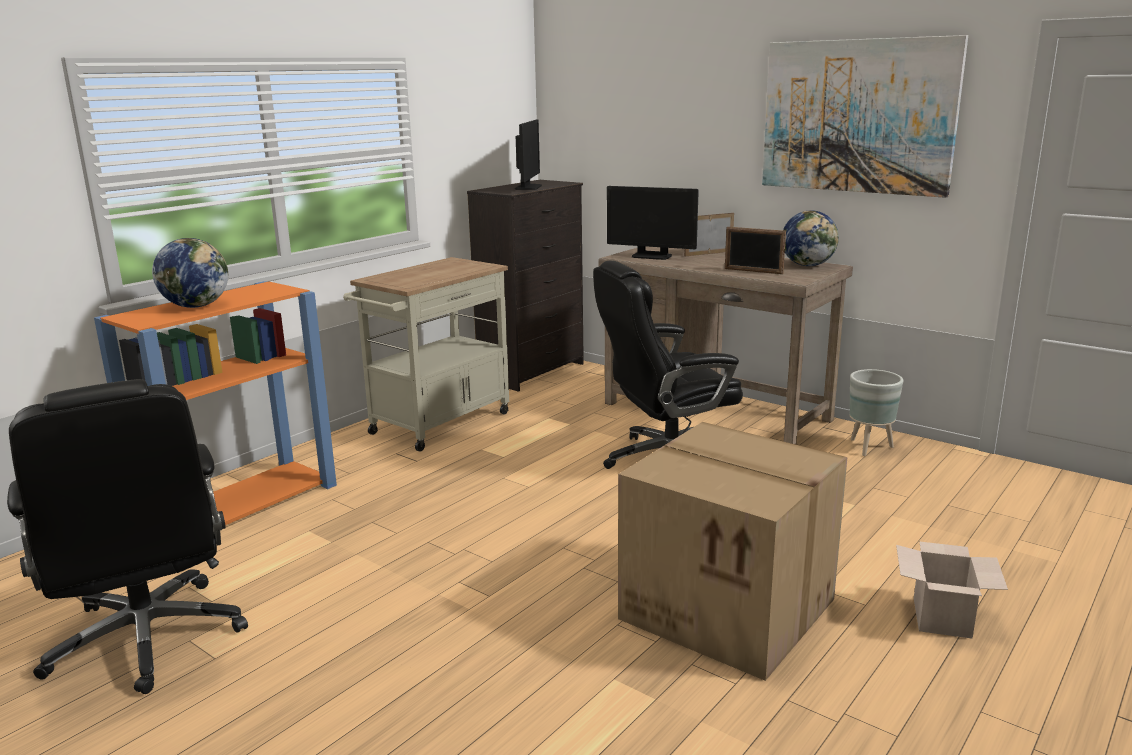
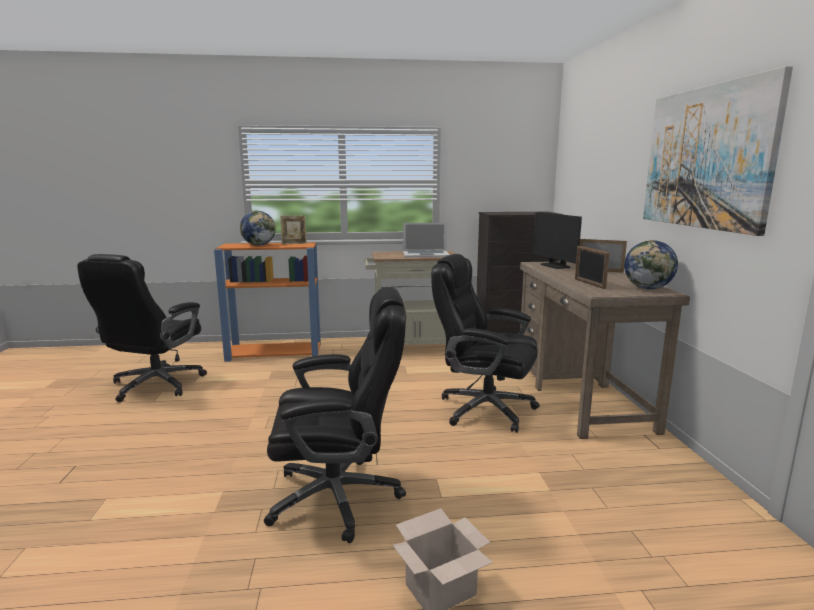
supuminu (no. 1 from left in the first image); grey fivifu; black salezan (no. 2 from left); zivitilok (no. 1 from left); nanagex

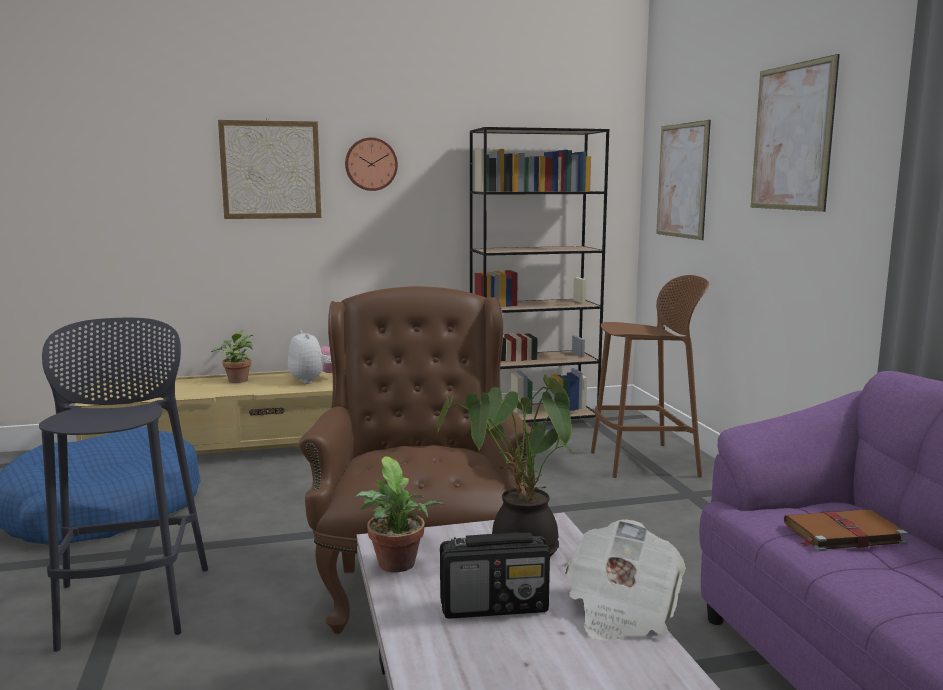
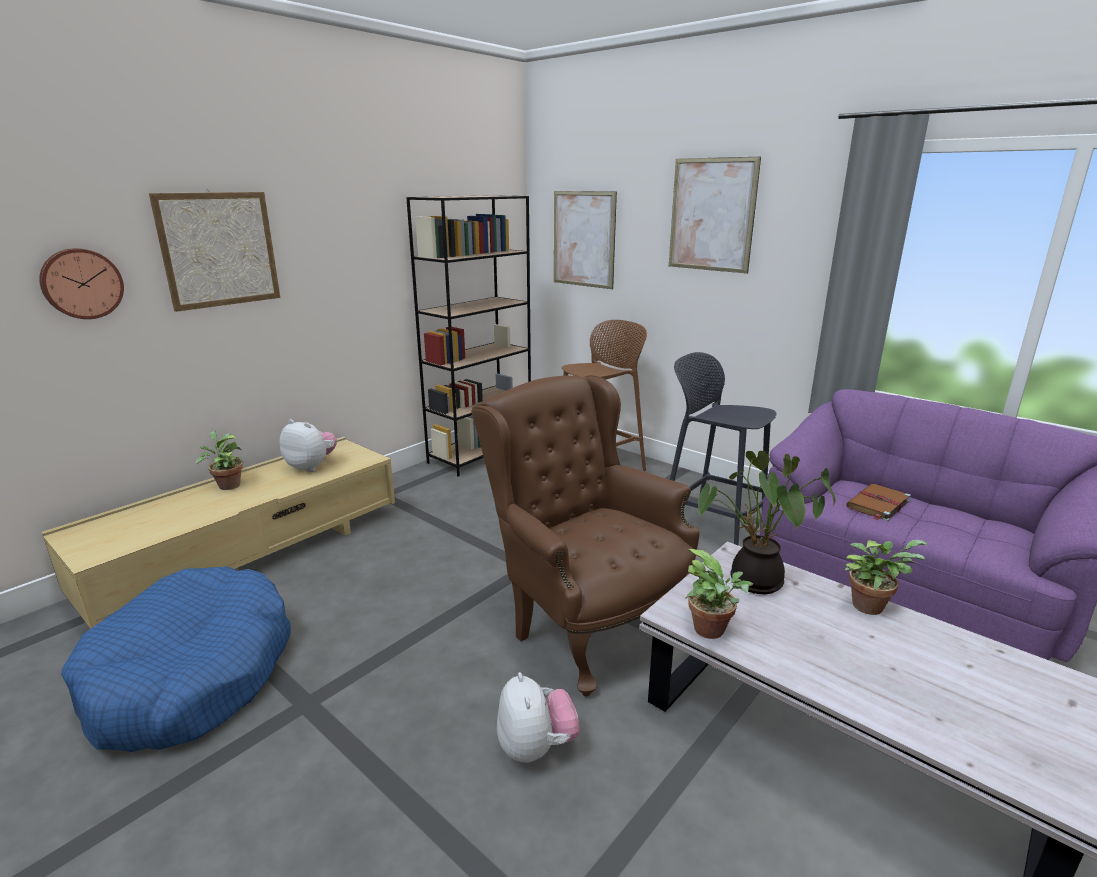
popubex; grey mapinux; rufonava (no. 4 from left); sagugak; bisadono (no. 2 from left)

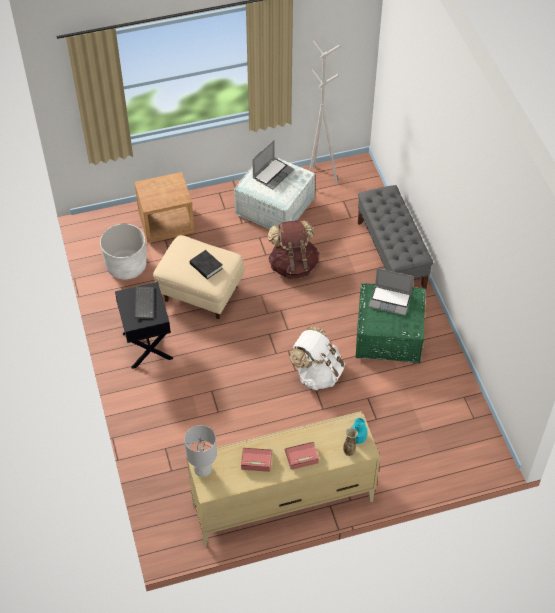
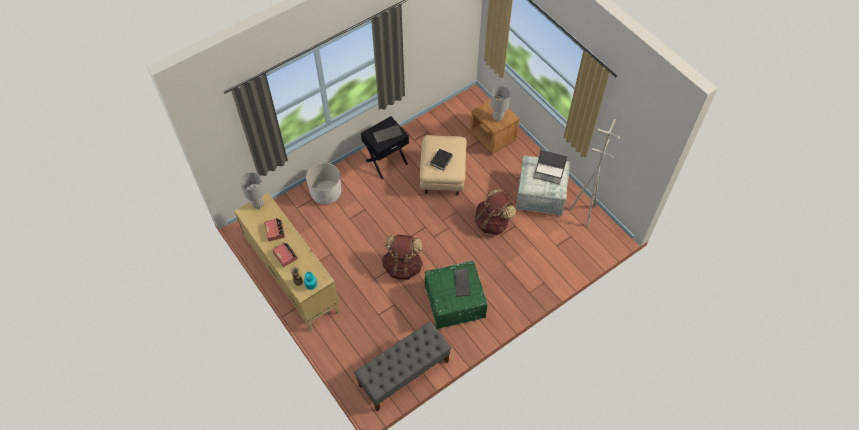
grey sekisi; white fivifu; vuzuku (no. 2 from left); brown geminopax (no. 1 from left); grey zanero (no. 2 from left)

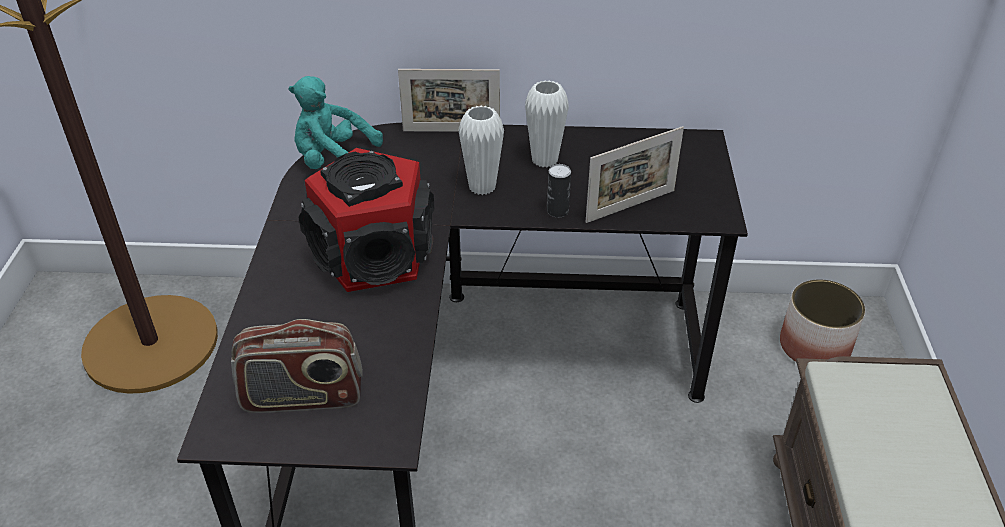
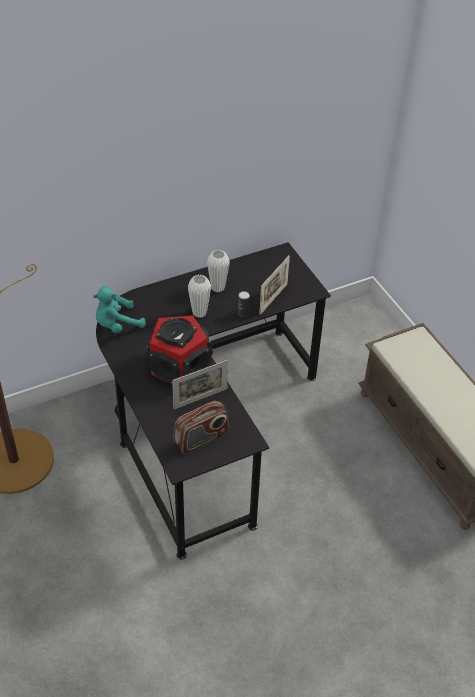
zivitilok (no. 1 from left); fivifu

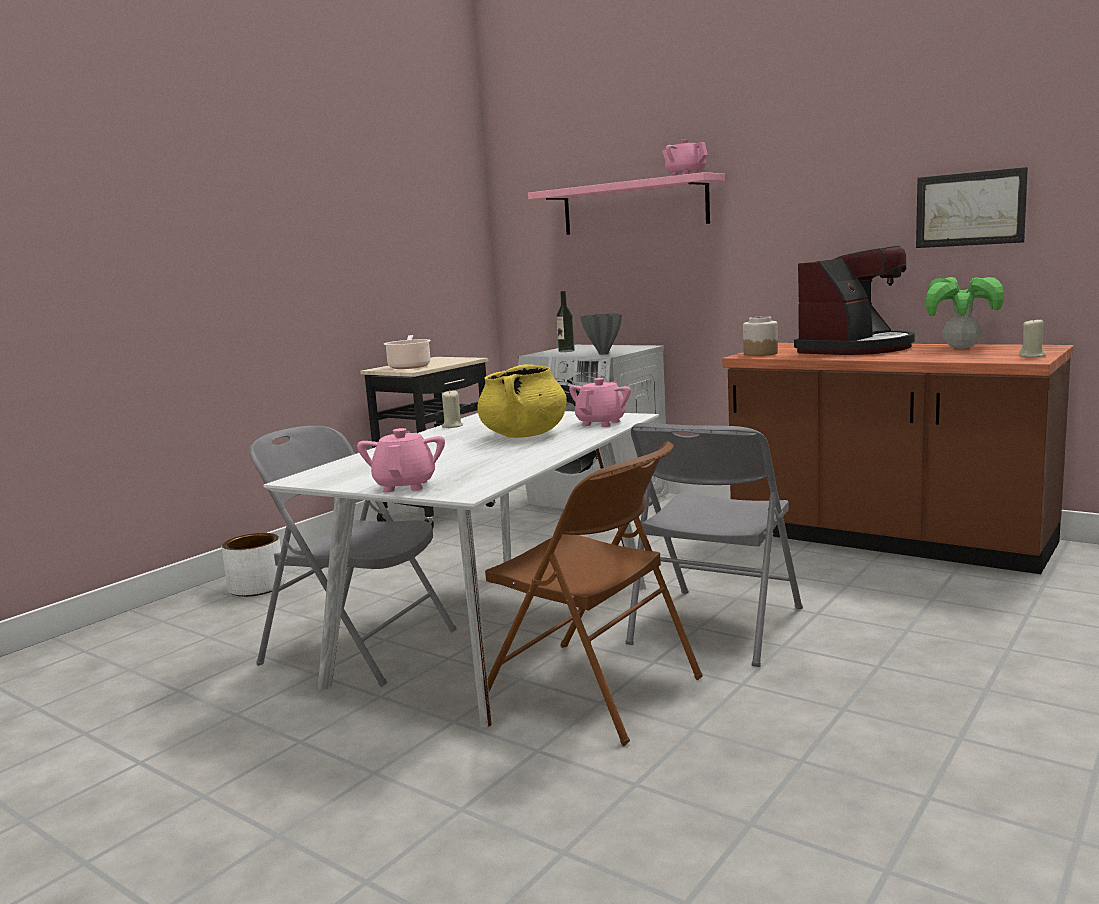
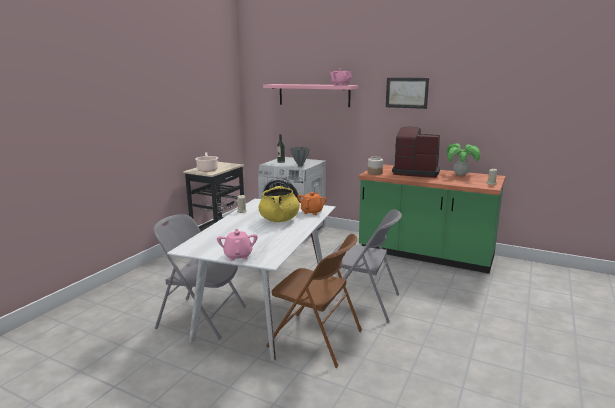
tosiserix; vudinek; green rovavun; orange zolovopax; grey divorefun (no. 2 from left); white fivifu

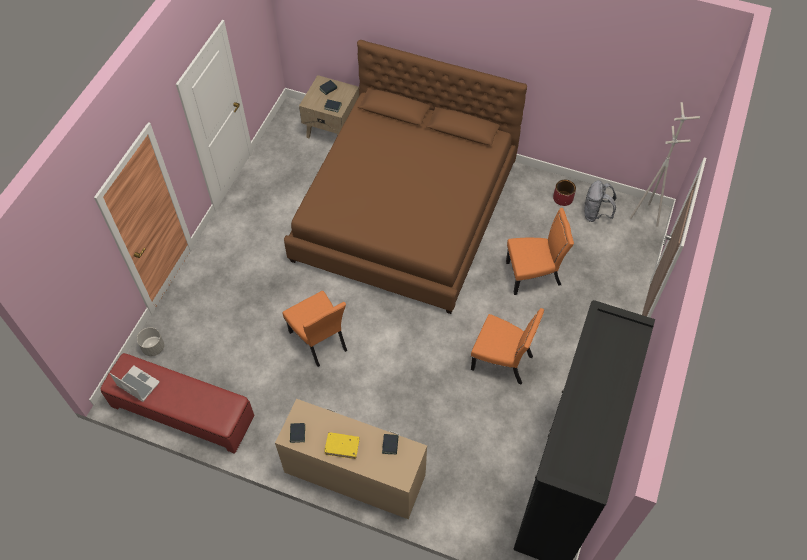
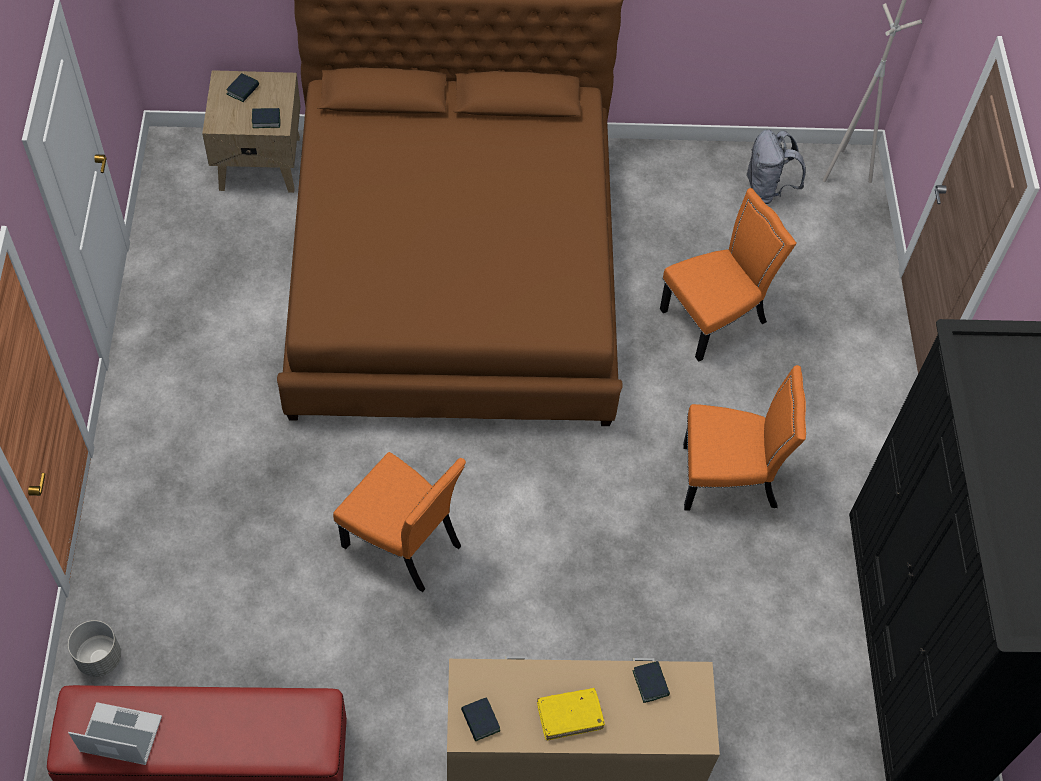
red fivifu

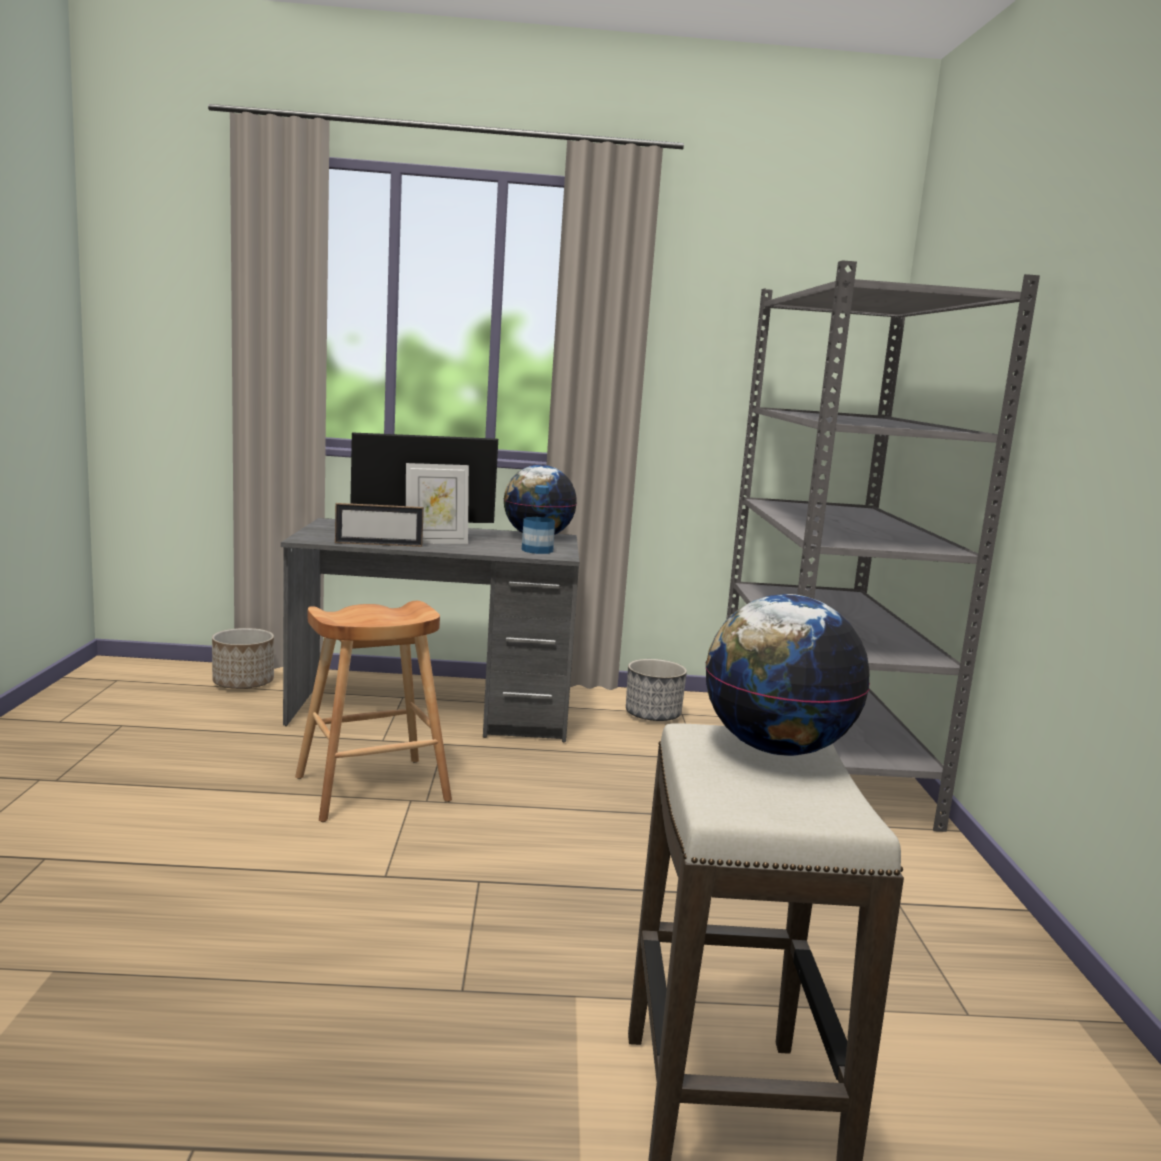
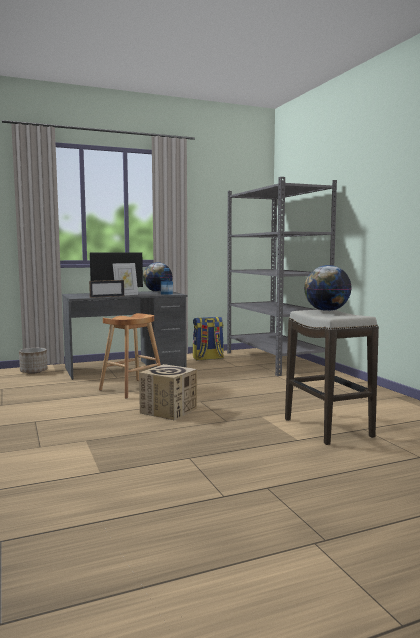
geminopax; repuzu

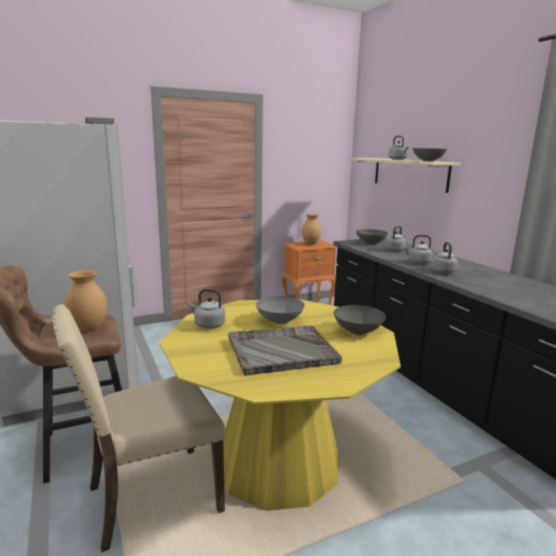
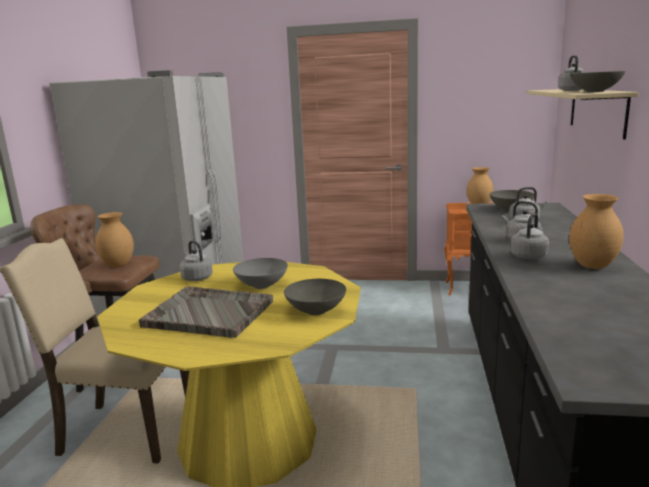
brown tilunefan (no. 3 from left)

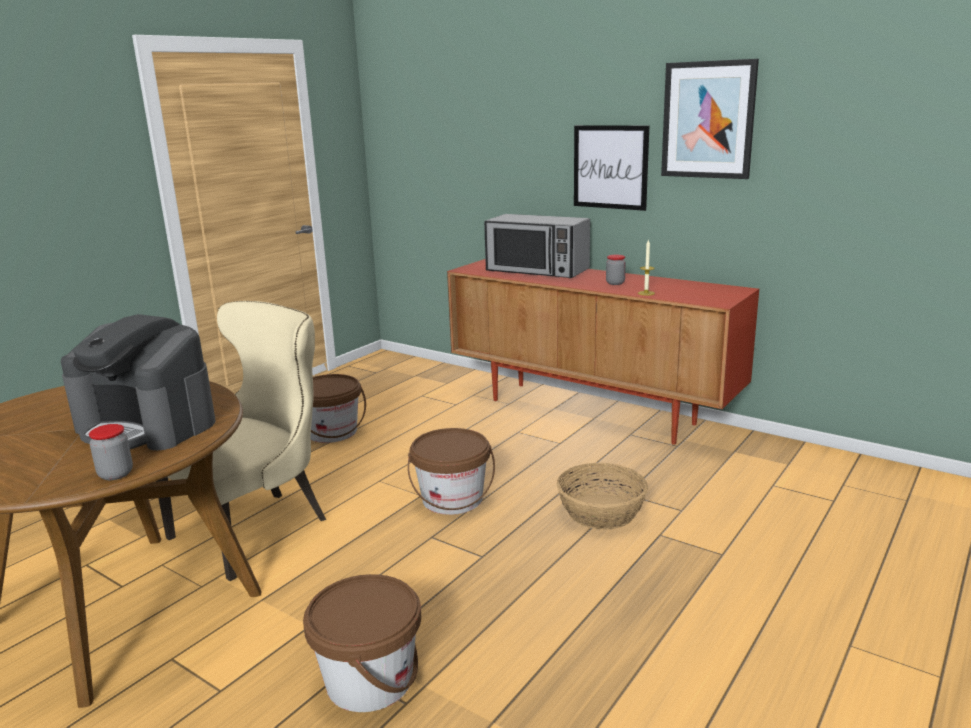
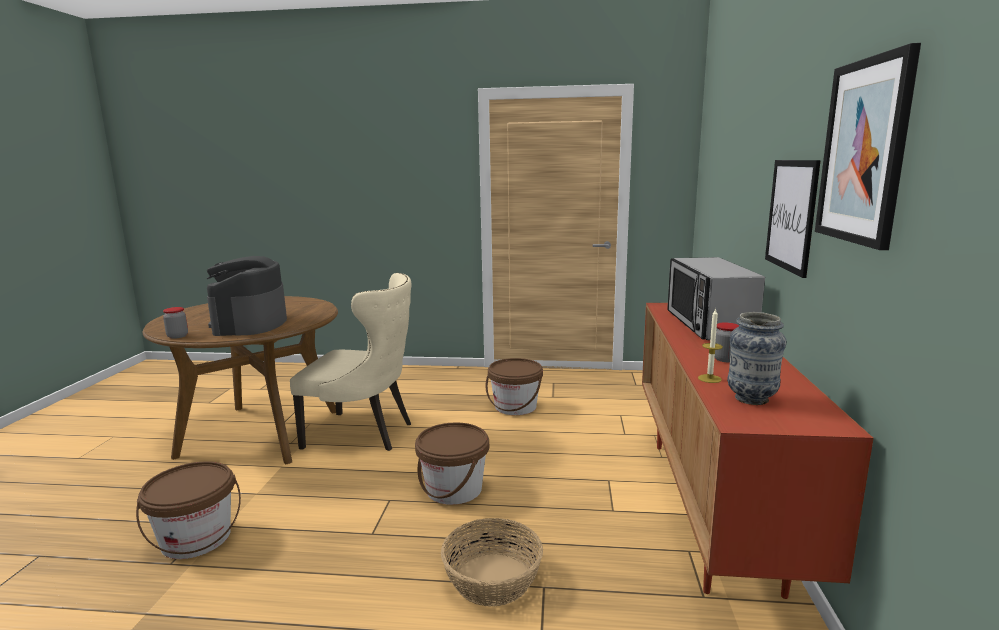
tilunefan

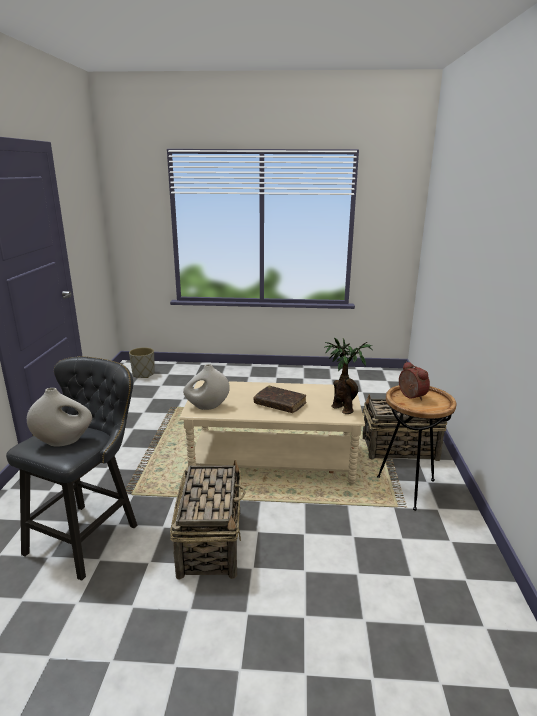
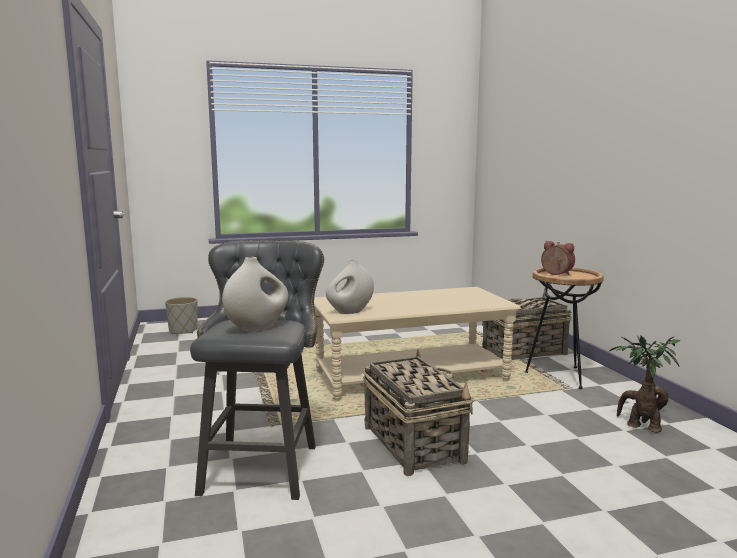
rufonava; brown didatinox

